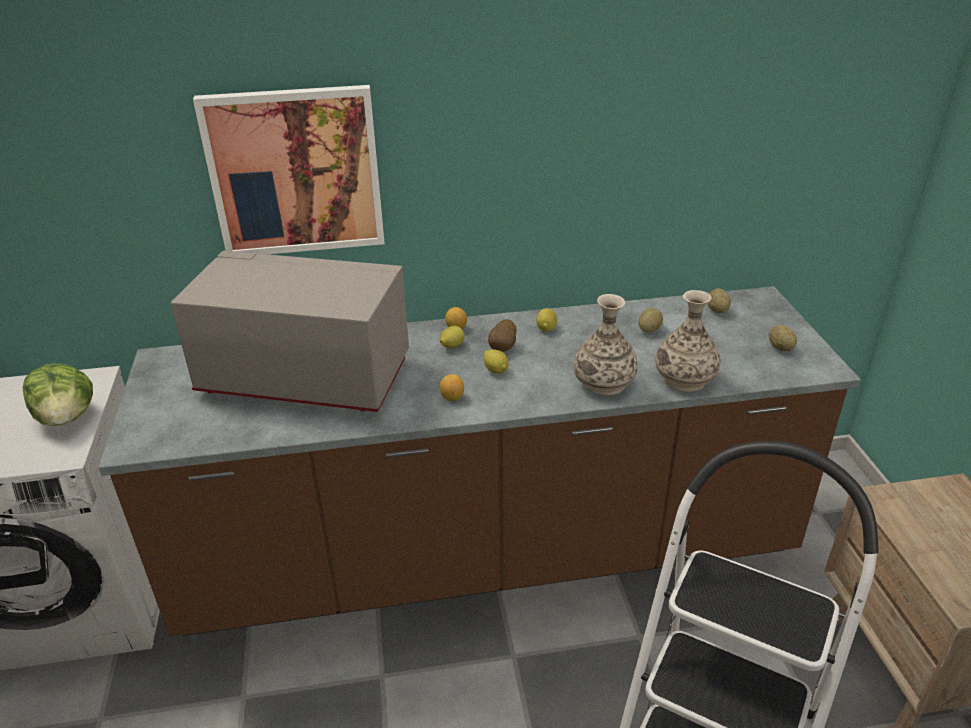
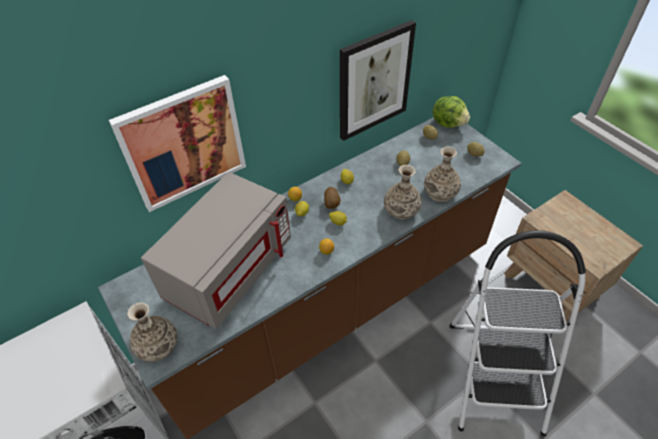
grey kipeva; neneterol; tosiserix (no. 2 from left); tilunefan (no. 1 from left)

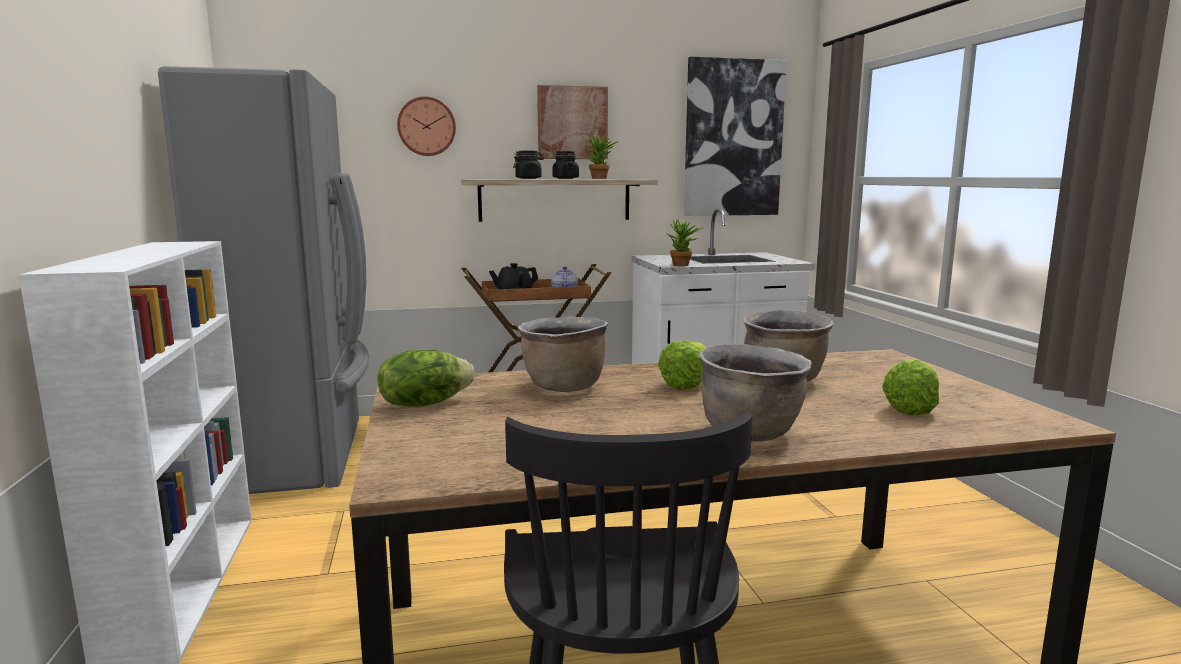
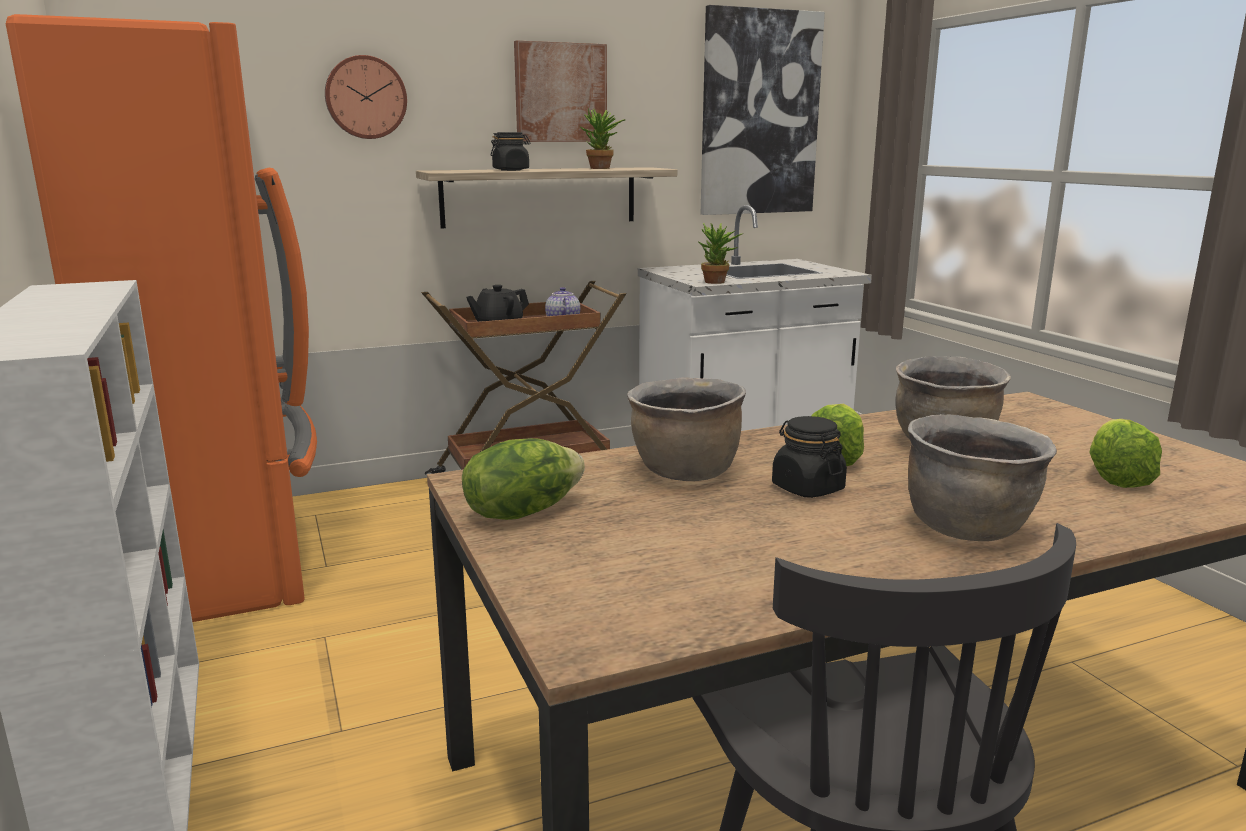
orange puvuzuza; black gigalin (no. 2 from left)

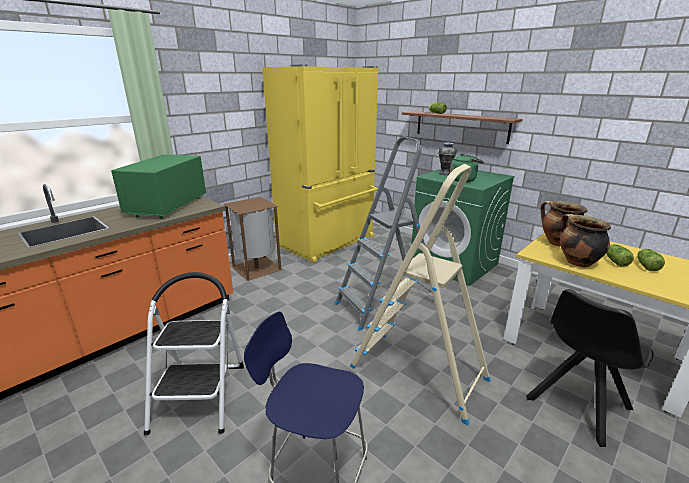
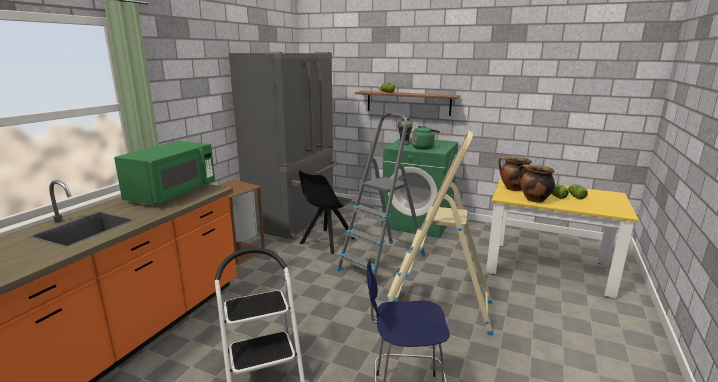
grey puvuzuza; green kipeva; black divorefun

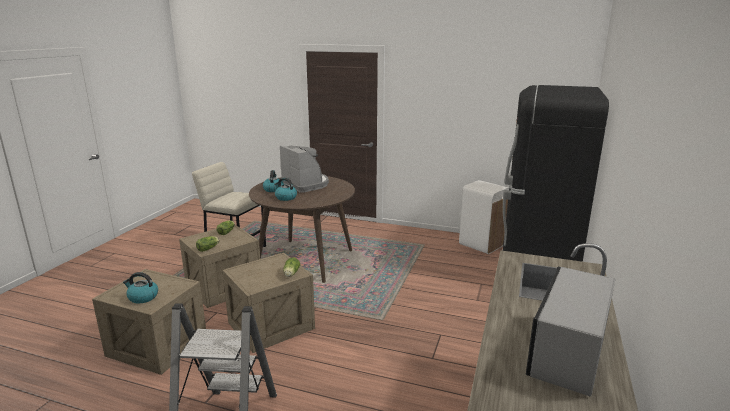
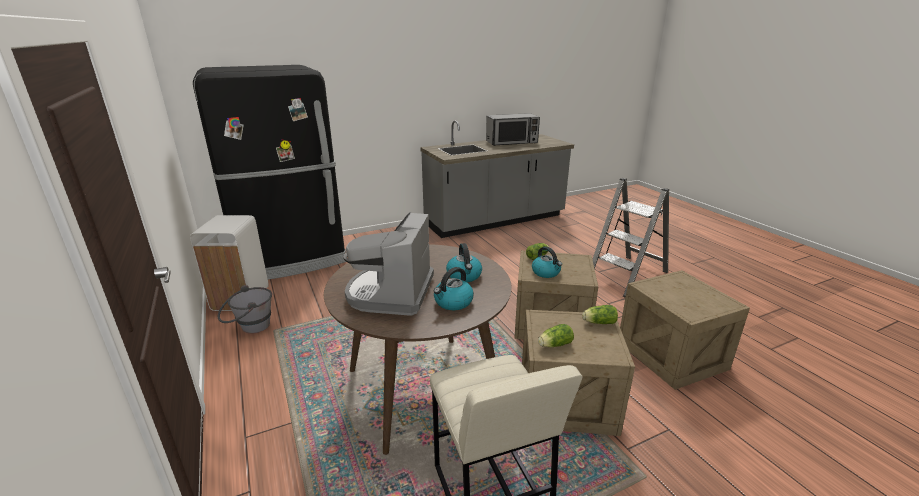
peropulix (no. 3 from left); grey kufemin

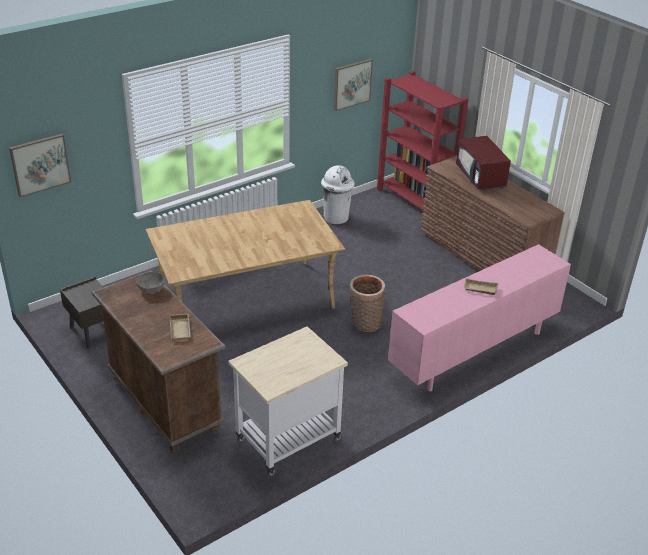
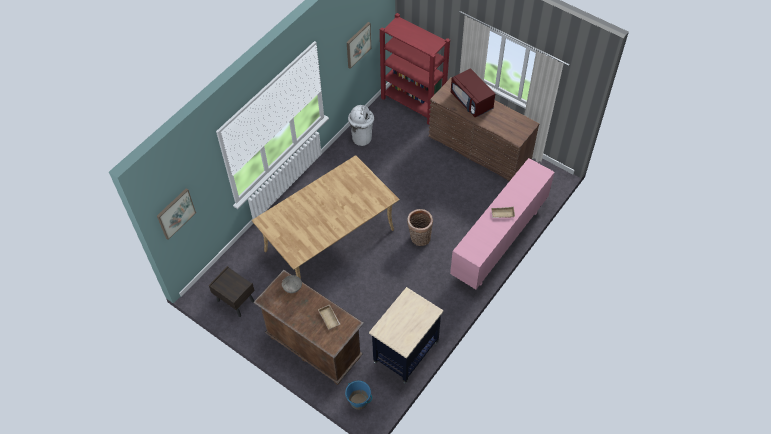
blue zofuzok; blue kufemin

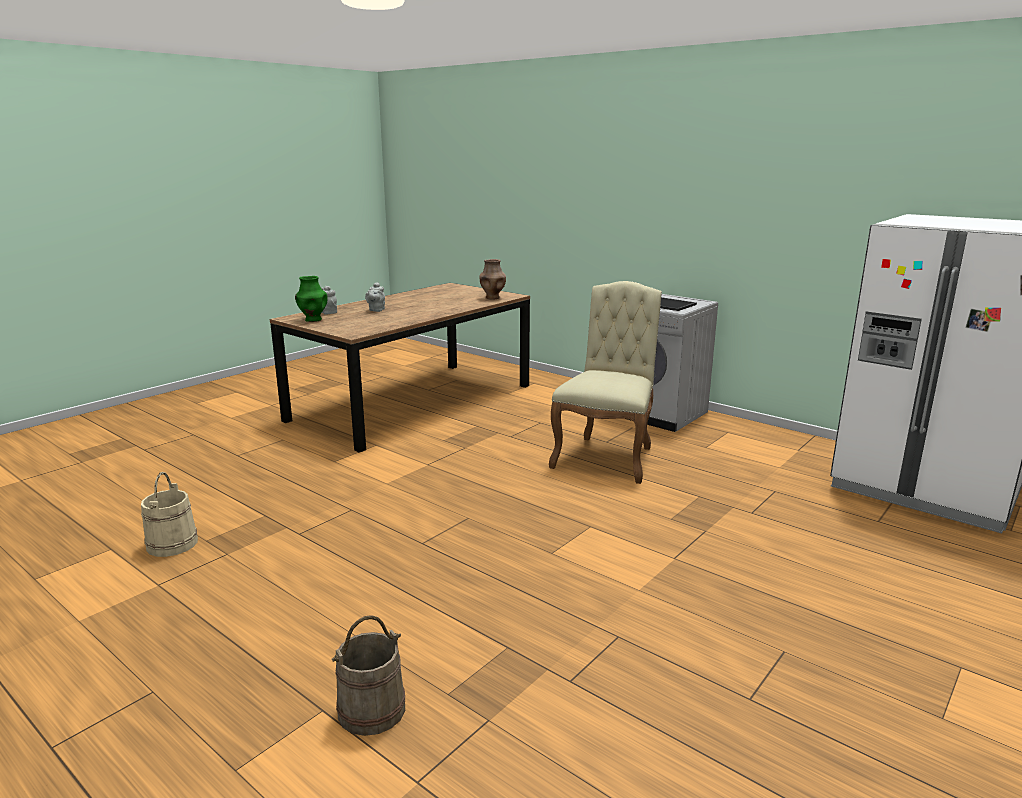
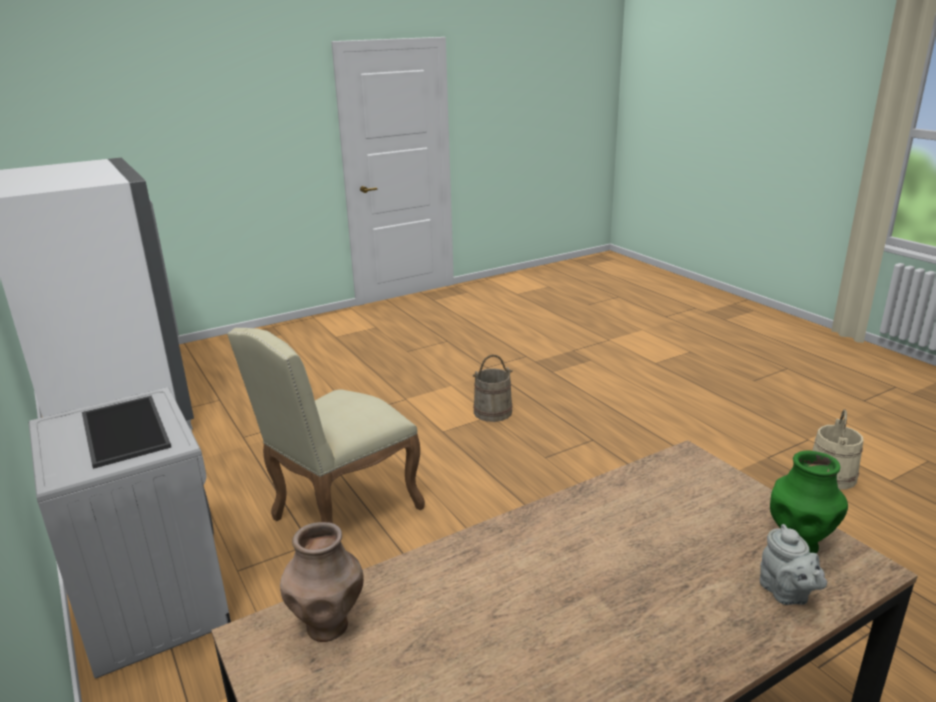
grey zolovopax (no. 2 from left in the first image); beige kufemin (no. 1 from left)

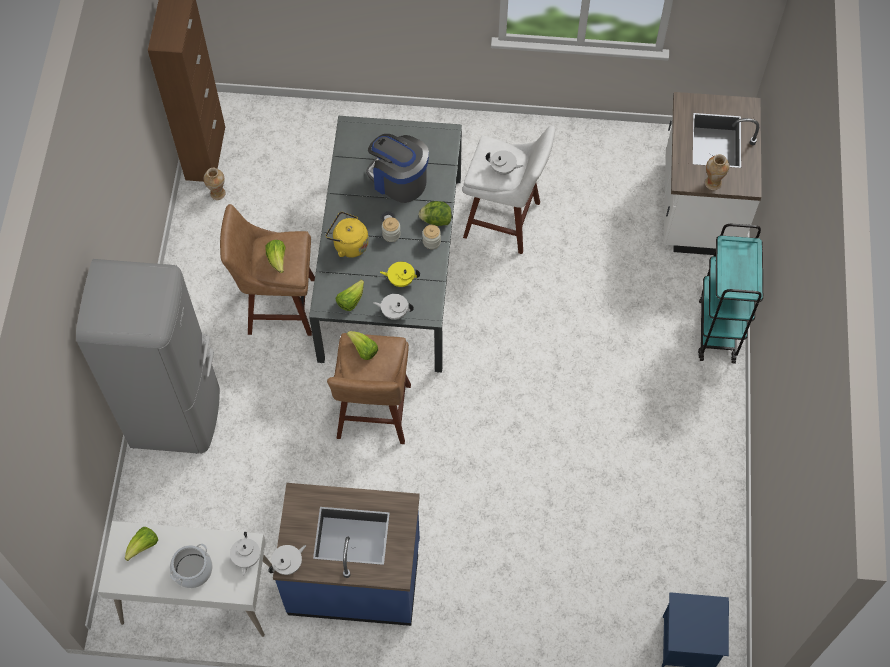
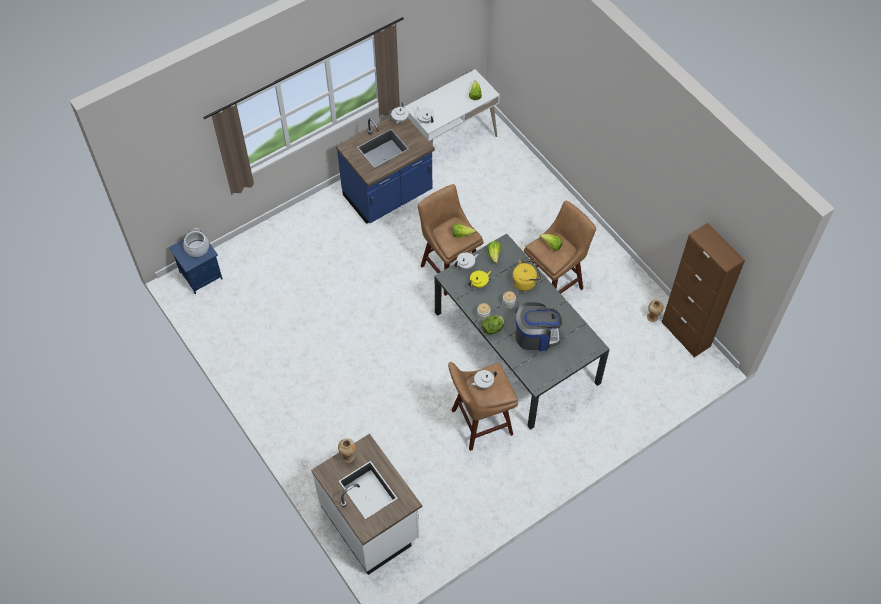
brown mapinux (no. 2 from left); turquoise zofuzok; grey puvuzuza; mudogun

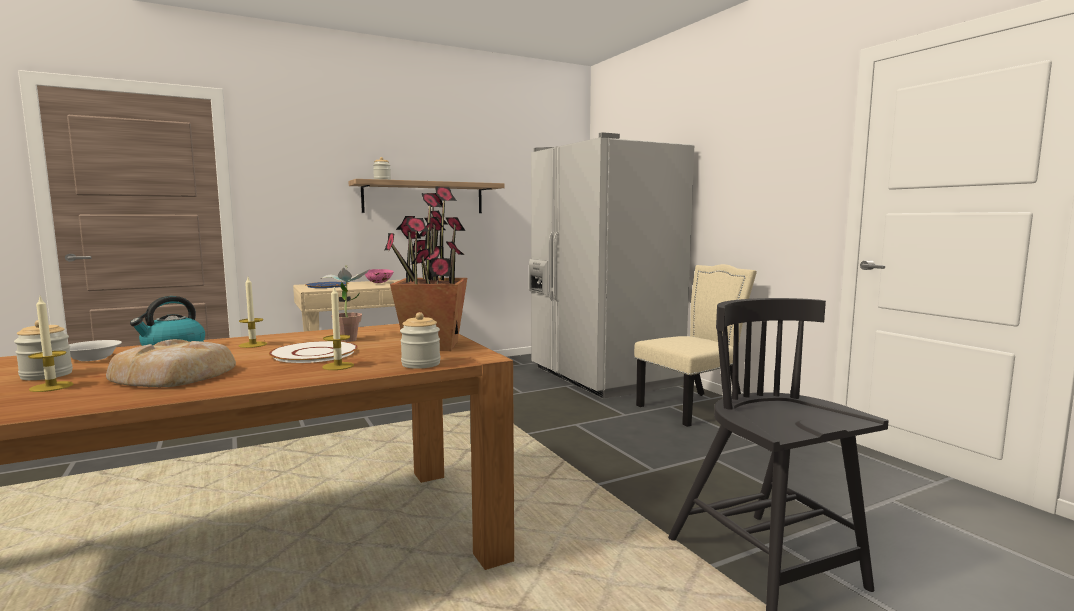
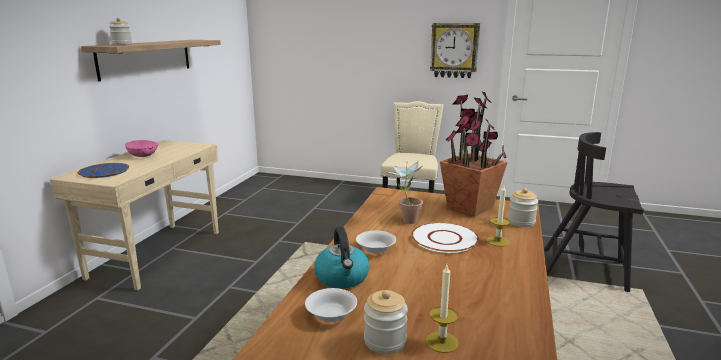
white puvuzuza; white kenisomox (no. 2 from left); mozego; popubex

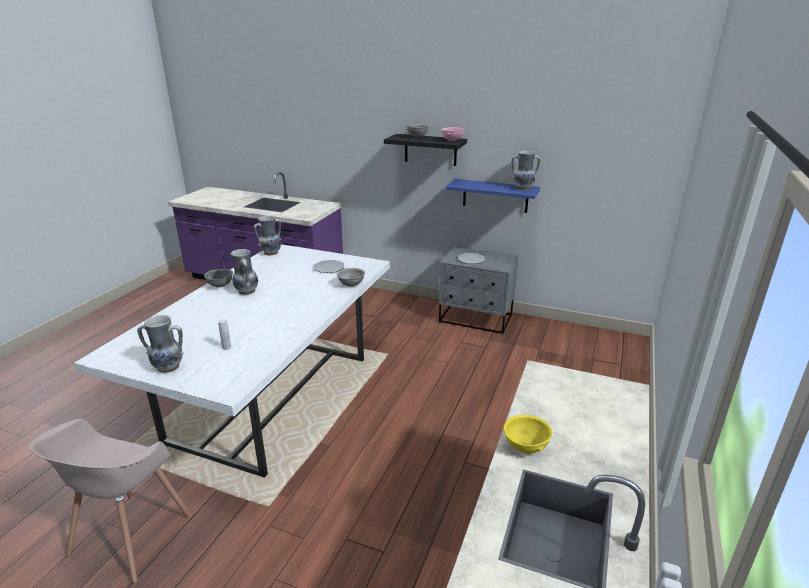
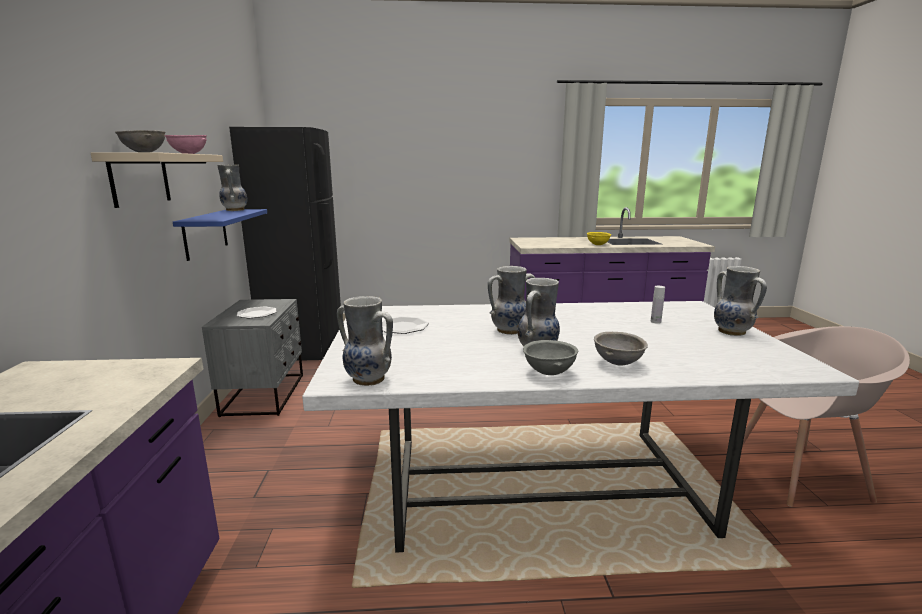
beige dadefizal; grey kenisomox (no. 3 from left); black puvuzuza; tilunefan (no. 3 from left)

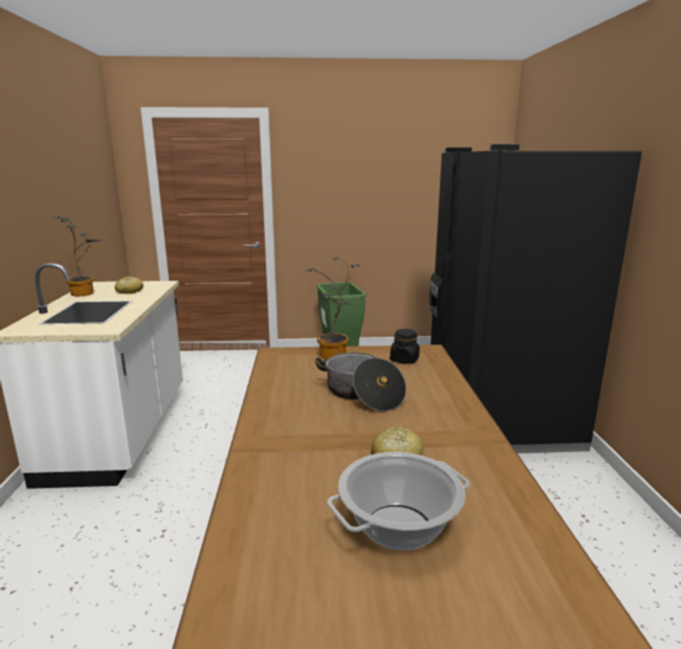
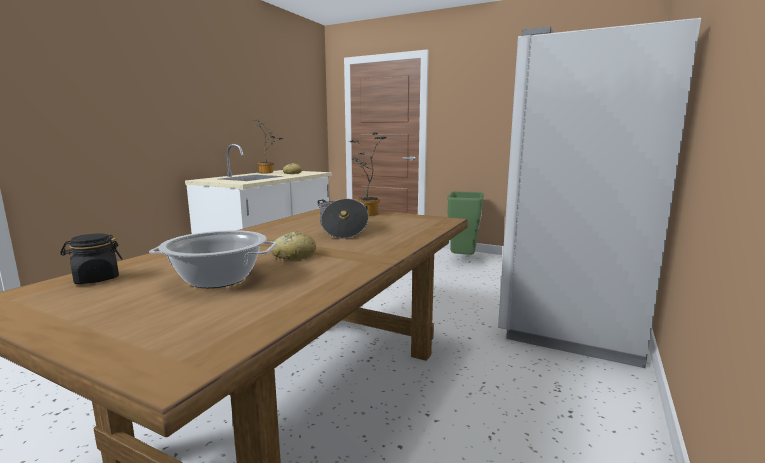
white puvuzuza; black gigalin

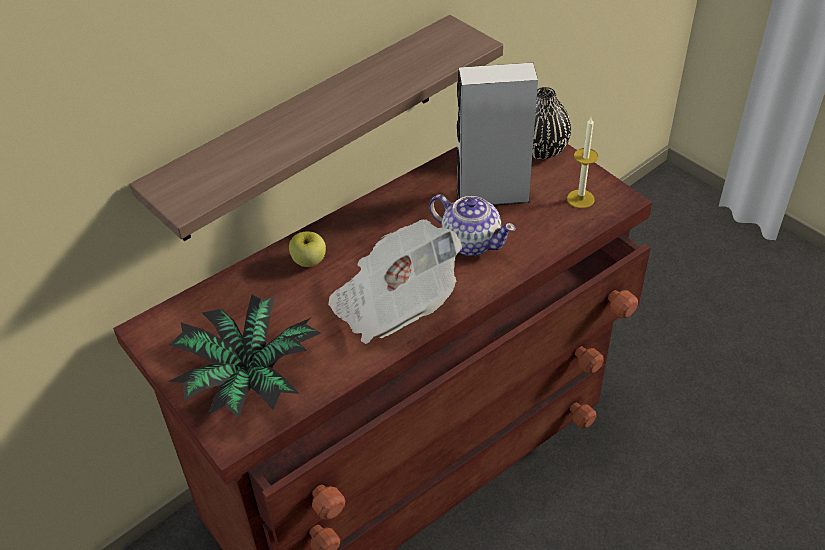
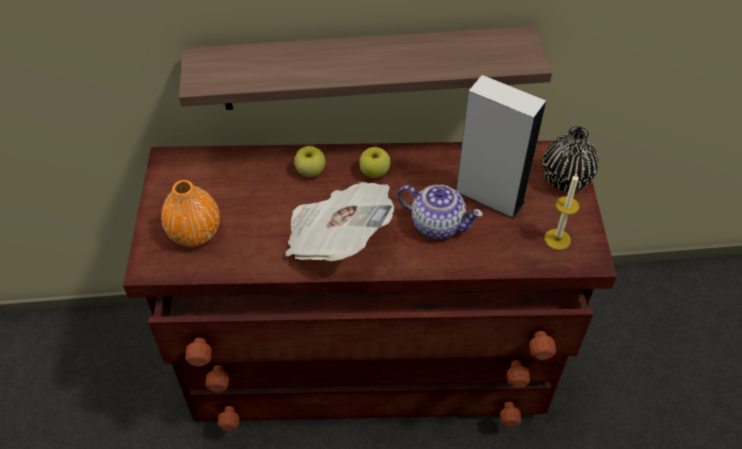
zolovopax; orange tilunefan; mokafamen (no. 2 from left)

